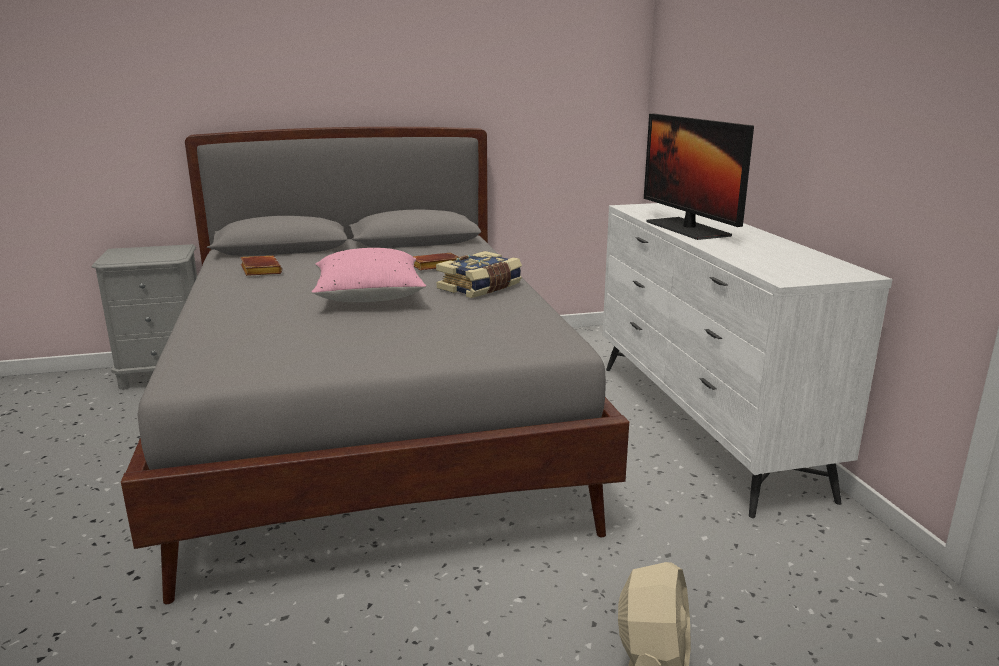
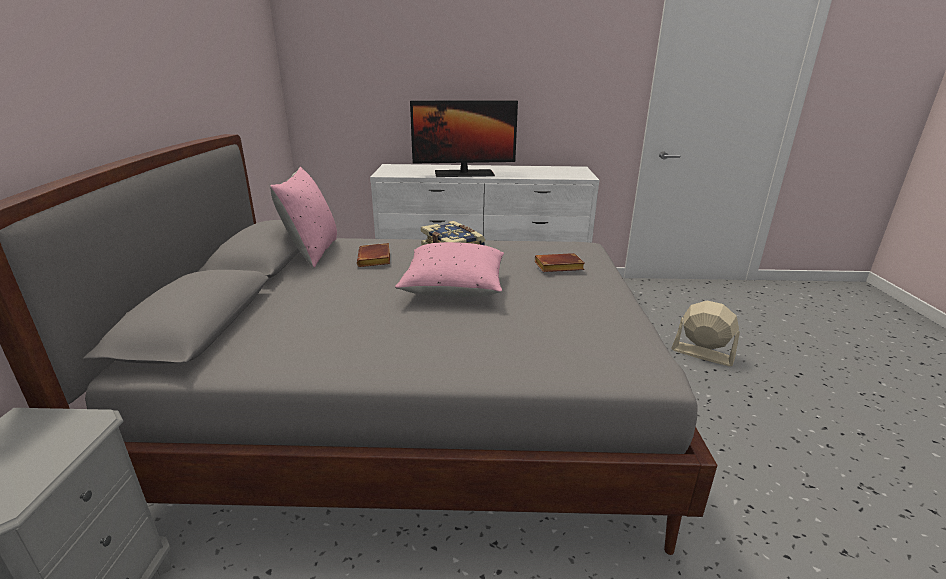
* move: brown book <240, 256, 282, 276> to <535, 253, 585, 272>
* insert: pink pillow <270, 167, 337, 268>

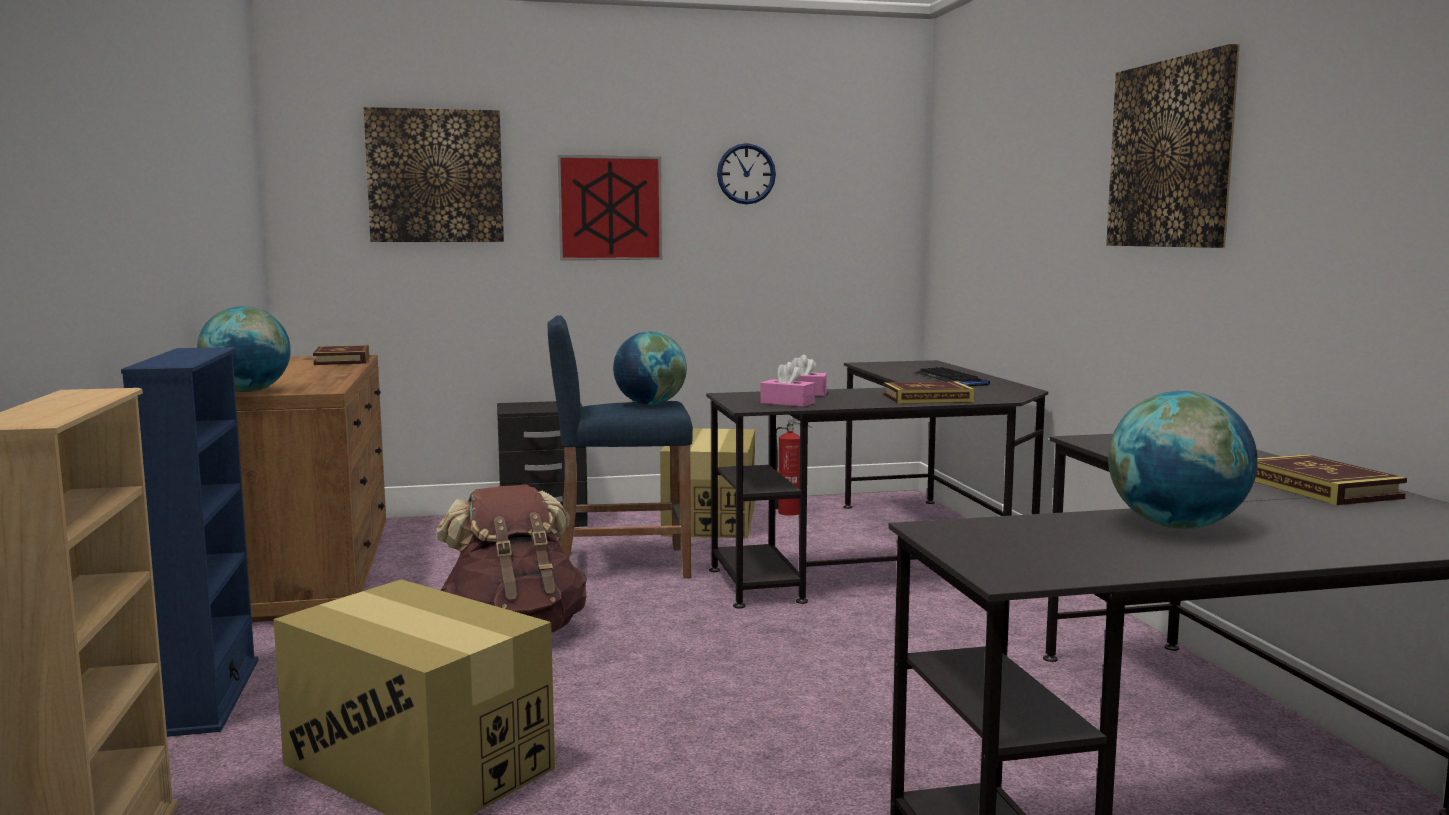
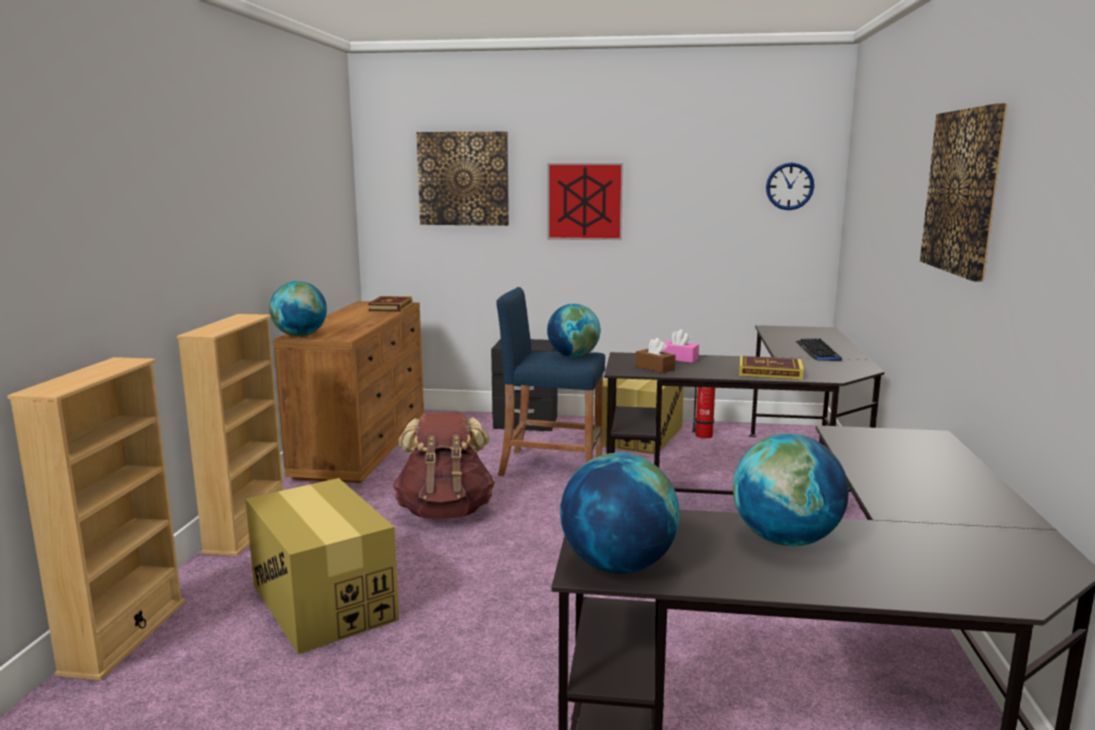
* move: wall clock <717, 143, 776, 205> to <766, 163, 814, 210>
* recolor: blue bookcase <121, 347, 258, 737> to beige bookcase <177, 314, 283, 556>
* recolor: pink tissue box <761, 362, 815, 407> to brown tissue box <635, 338, 676, 373>
* delete: book <1254, 454, 1407, 505>
* insert: globe <560, 453, 680, 574>

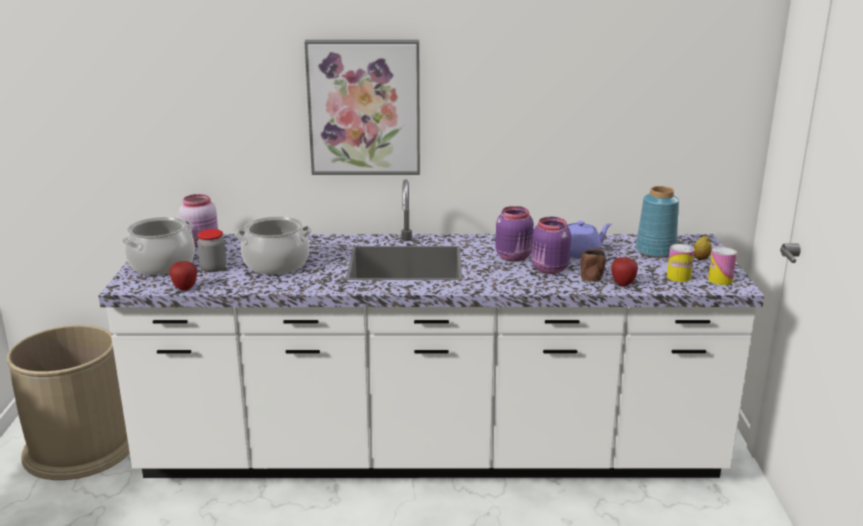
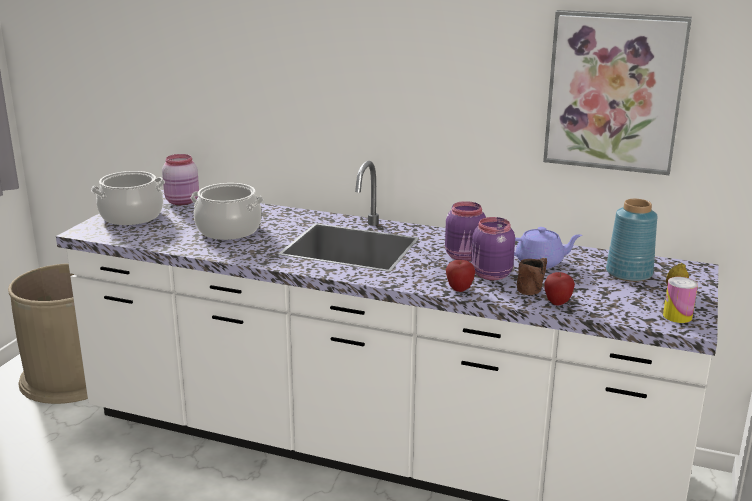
* move: picture <304, 40, 420, 175> to <543, 10, 692, 175>
* delete: jar <197, 229, 226, 272>
* delete: can <667, 244, 695, 282>
* move: apple <169, 261, 197, 291> to <446, 260, 475, 292>

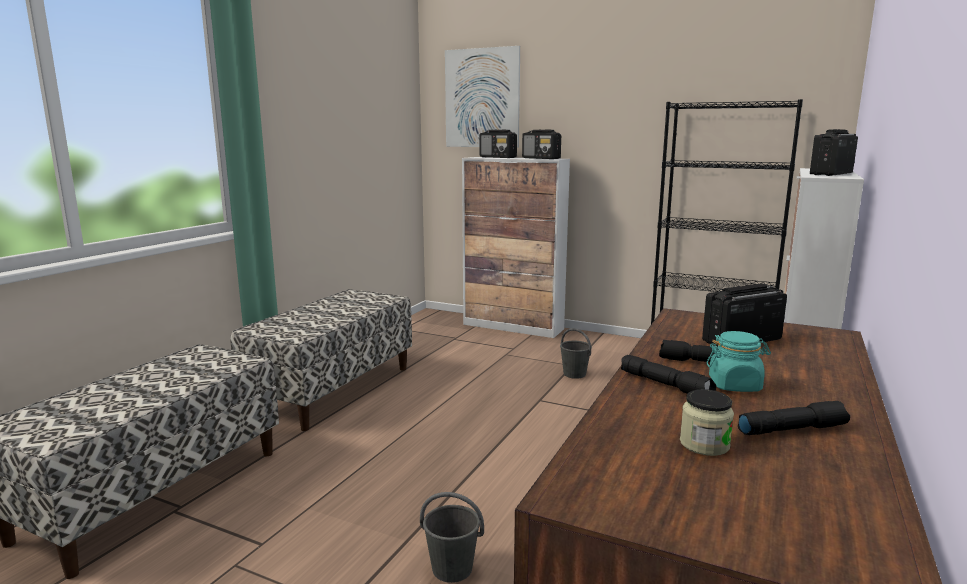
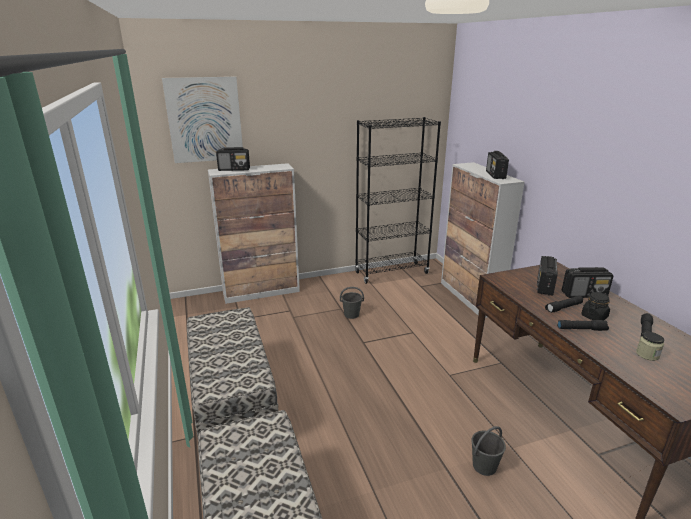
* move: radio <522, 130, 561, 159> to <562, 267, 614, 298>
* recolor: turquoise jar <706, 331, 771, 392> to black jar <581, 292, 610, 320>

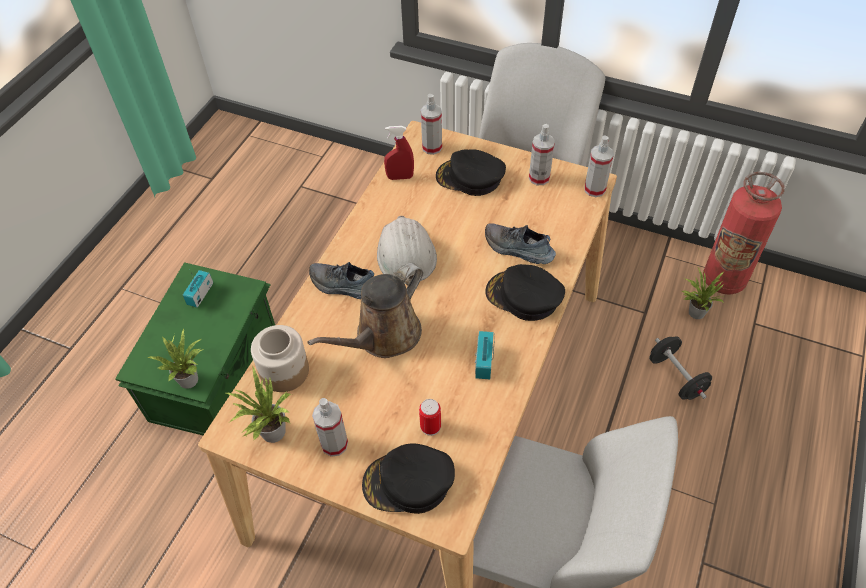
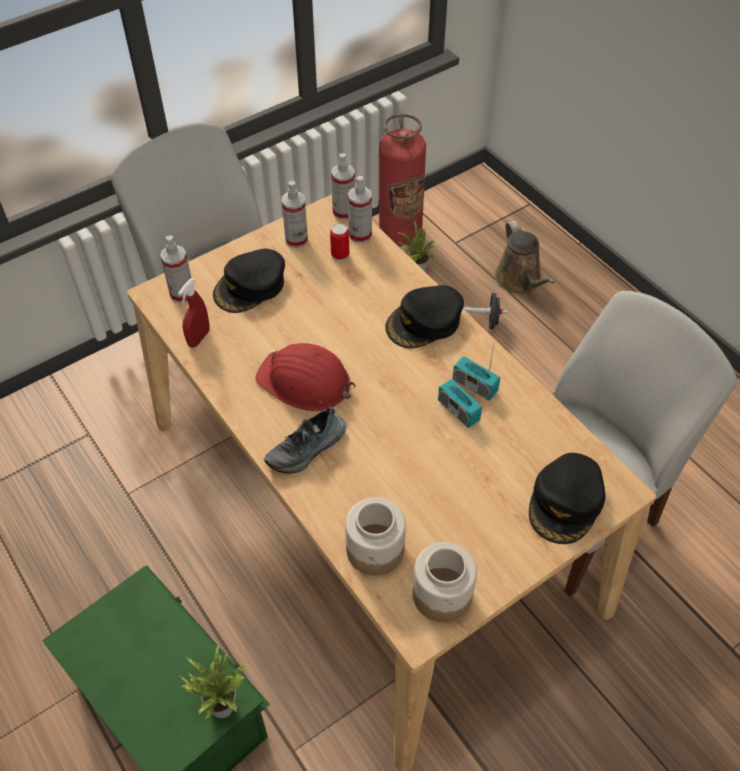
* recolor: white hard hat <377, 216, 437, 286> to red hard hat <255, 343, 356, 411>
* delete: shoe <485, 223, 556, 264>
* move: brown watering can <307, 263, 423, 358> to <495, 221, 555, 294>
* move: radio <183, 270, 213, 308> to <438, 369, 482, 428>
* replace: potted plant <225, 367, 292, 443> to jar <412, 542, 477, 622>
* move: spray bottle <312, 398, 348, 457> to <348, 176, 372, 243>
* move: can <419, 399, 441, 436> to <330, 223, 349, 261>

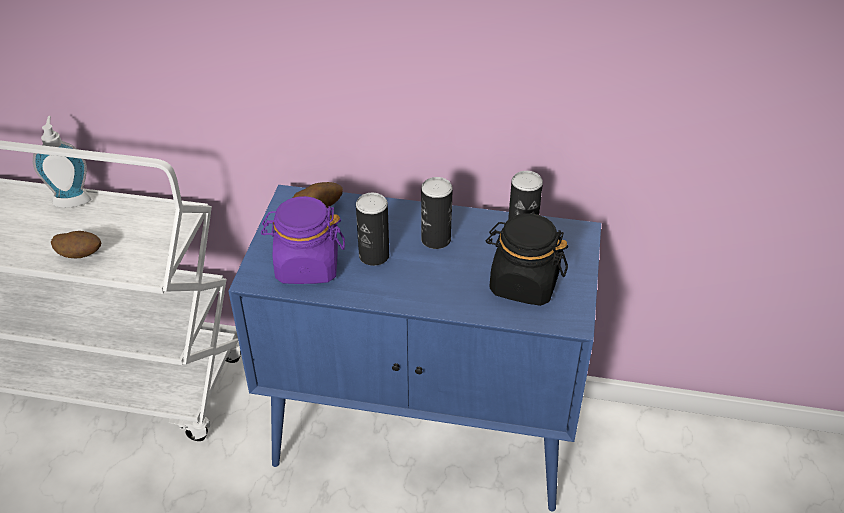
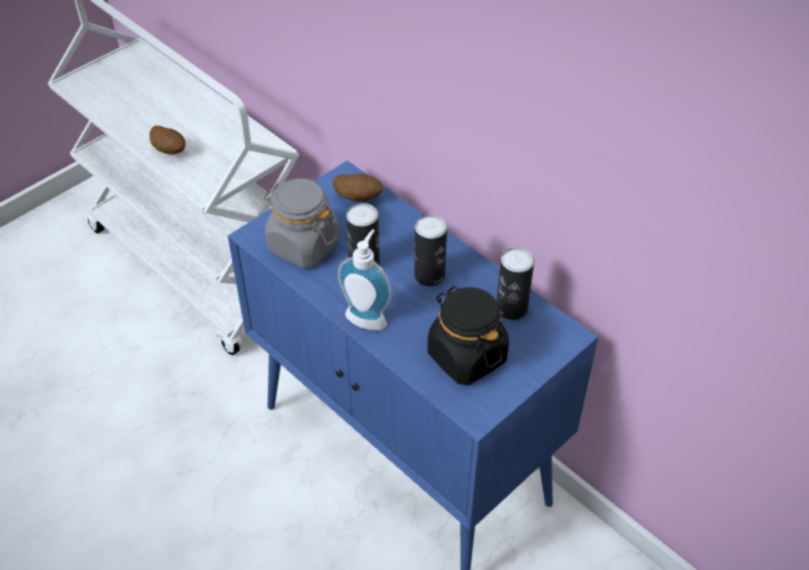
* move: soap dispenser <33, 116, 91, 208> to <338, 229, 392, 330>
* recolor: purple jar <261, 196, 345, 284> to grey jar <264, 179, 340, 268>

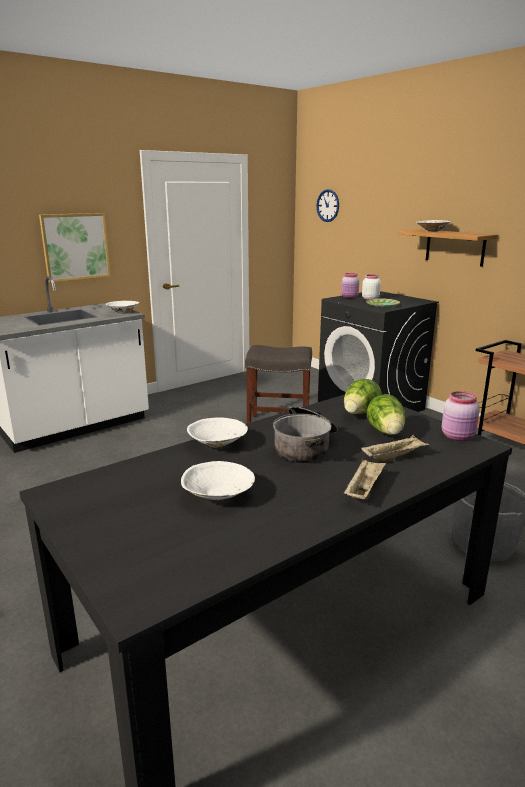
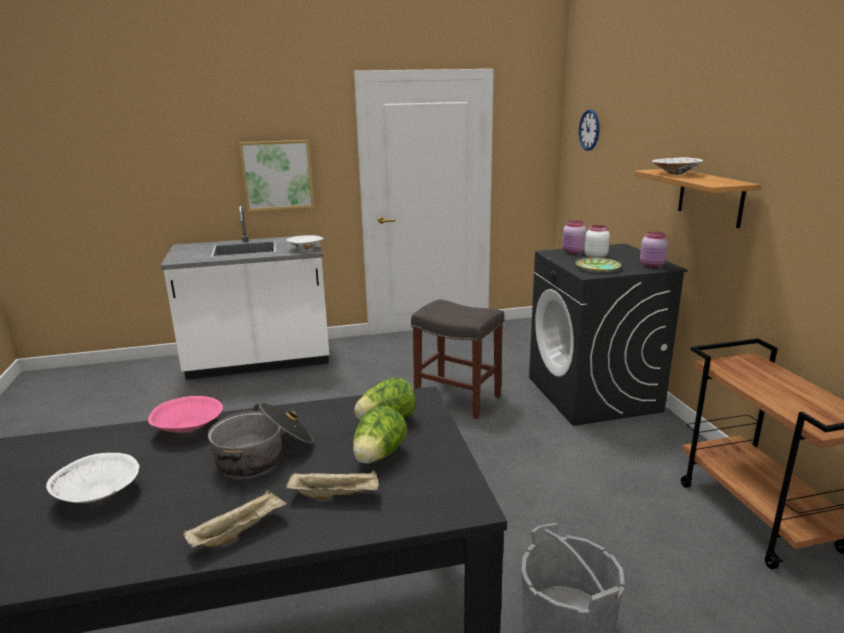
* move: pink jar <442, 391, 480, 441> to <640, 232, 668, 268>
* recolor: white bowl <187, 418, 248, 447> to pink bowl <148, 396, 223, 433>

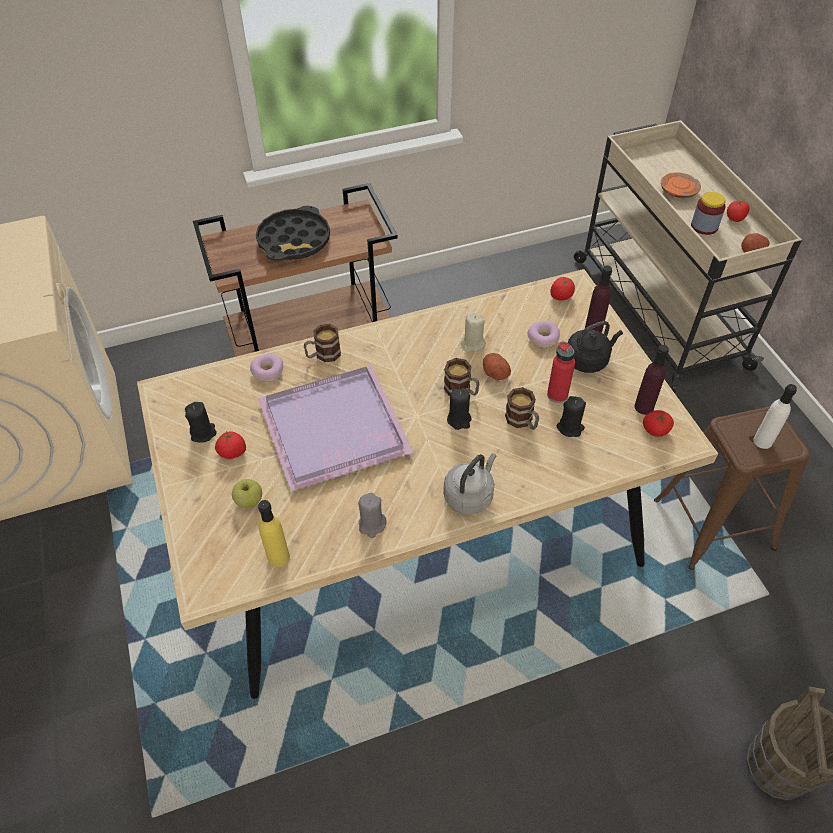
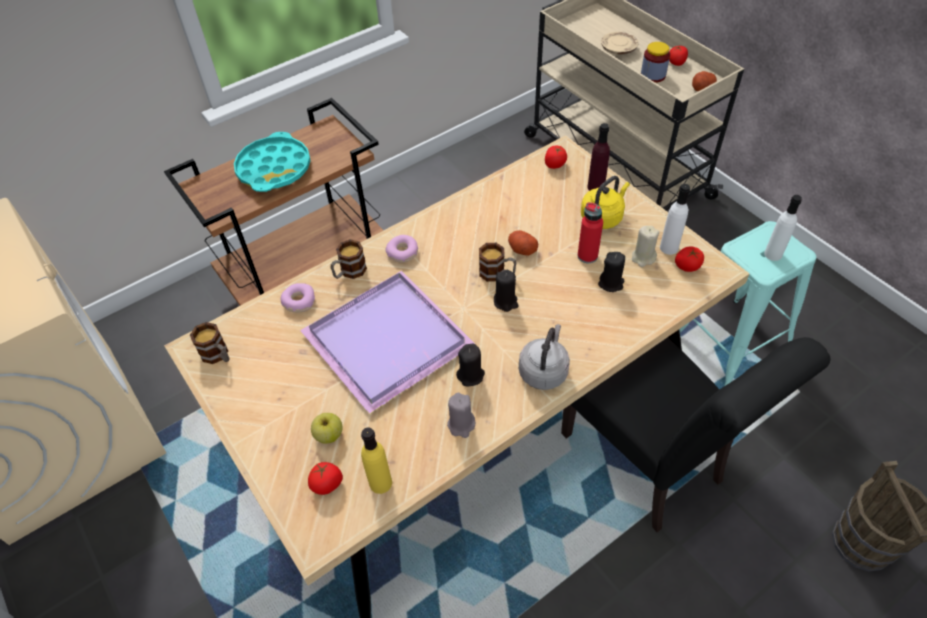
* recolor: orange plate <661, 172, 701, 198> to beige plate <601, 32, 639, 55>
* recolor: black tray <256, 206, 330, 261> to turquoise tray <234, 132, 311, 192>
* move: beige candle <461, 313, 486, 352> to <632, 226, 659, 267>
* move: donut <527, 321, 560, 348> to <386, 235, 418, 263>
* recolor: black kettle <568, 321, 623, 373> to yellow kettle <581, 176, 630, 229>
* recolor: purple bottle <634, 345, 669, 415> to white bottle <660, 184, 690, 255>
* move: mug <505, 387, 539, 430> to <190, 322, 230, 364>
* move: black candle <185, 402, 217, 443> to <456, 343, 485, 386>
* recolor: brown stool <654, 406, 810, 570> to turquoise stool <679, 221, 816, 386>
* move: tomato <215, 431, 246, 459> to <308, 462, 343, 495>
* insert: black chair <561, 337, 830, 532>

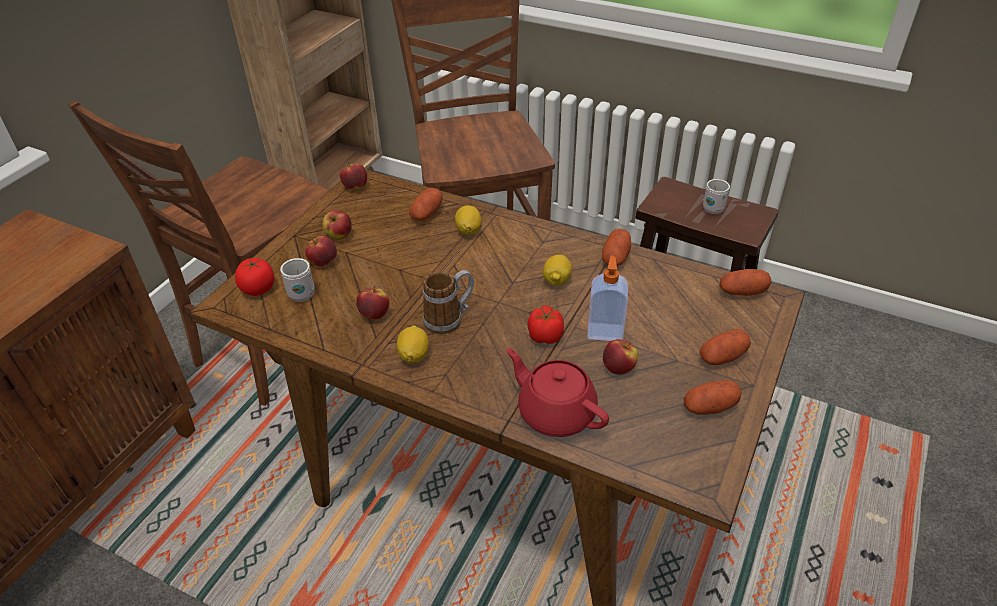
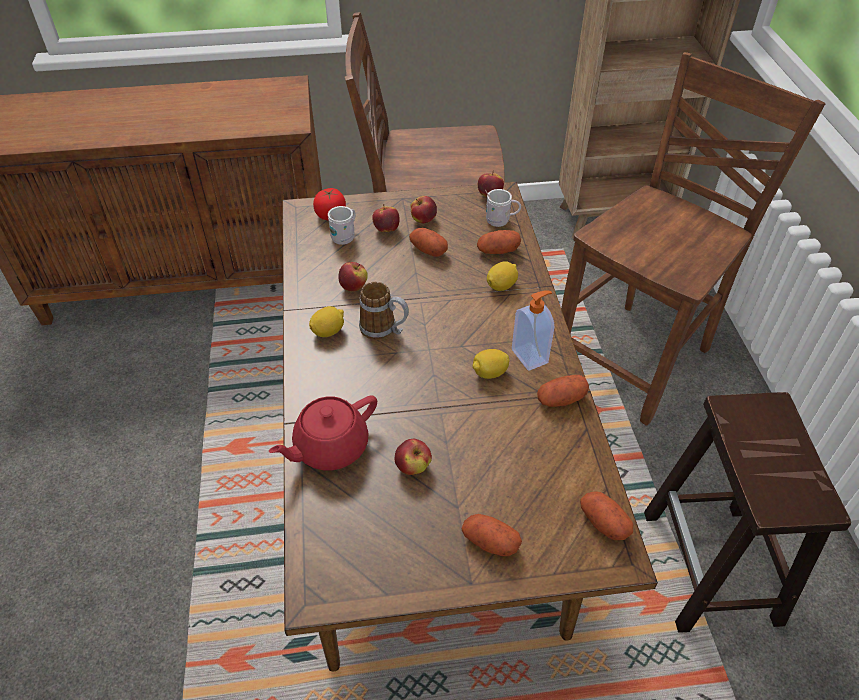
* move: white mug <703, 179, 730, 214> to <485, 189, 521, 227>
* move: soap dispenser <587, 256, 628, 341> to <512, 290, 554, 371>
* delete: tomato <527, 306, 564, 344>
* rotate: red teapot <506, 348, 609, 437> = <269, 395, 377, 470> 135 degrees counterclockwise
* move: potato <683, 380, 742, 415> to <409, 228, 448, 257>

